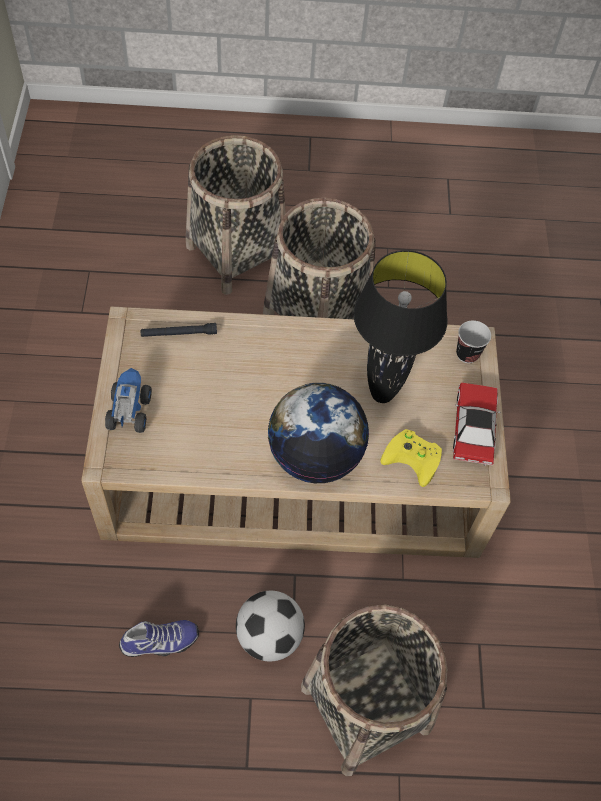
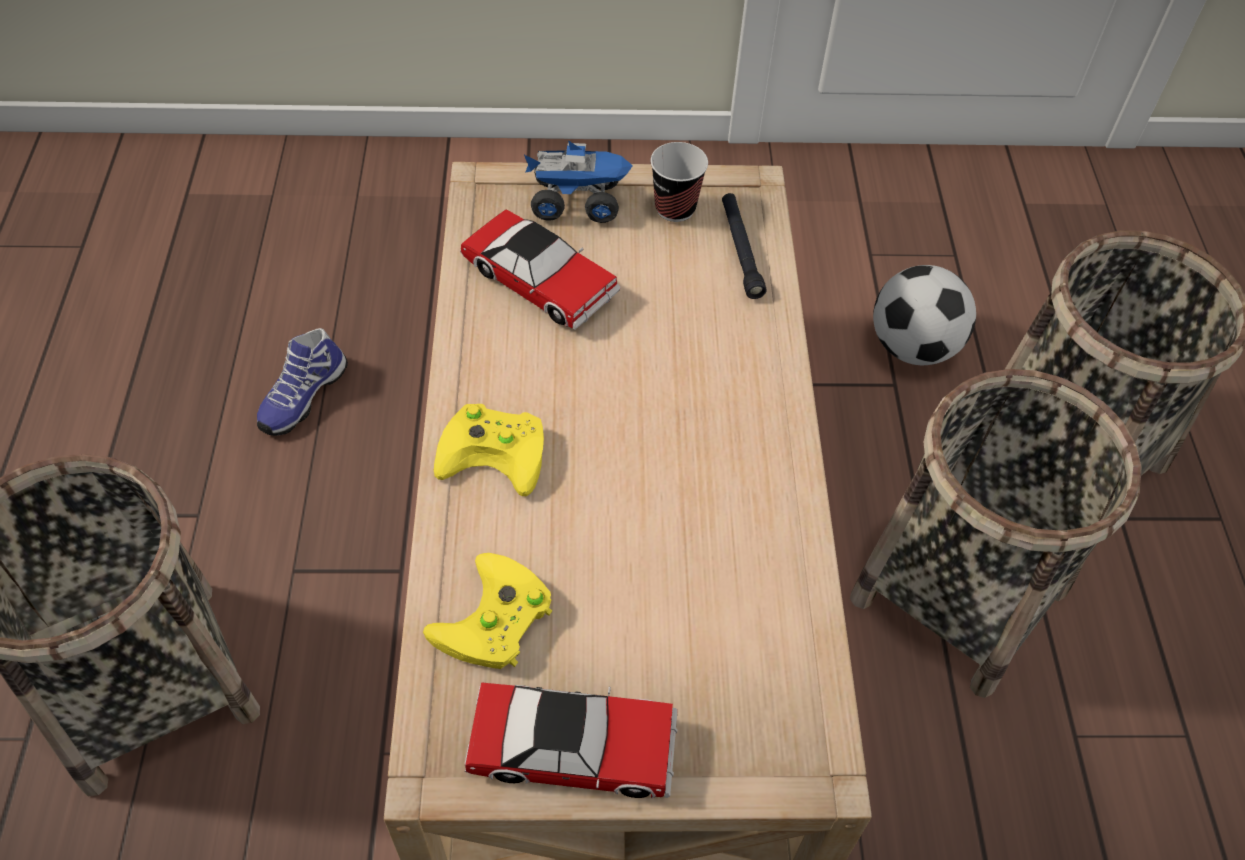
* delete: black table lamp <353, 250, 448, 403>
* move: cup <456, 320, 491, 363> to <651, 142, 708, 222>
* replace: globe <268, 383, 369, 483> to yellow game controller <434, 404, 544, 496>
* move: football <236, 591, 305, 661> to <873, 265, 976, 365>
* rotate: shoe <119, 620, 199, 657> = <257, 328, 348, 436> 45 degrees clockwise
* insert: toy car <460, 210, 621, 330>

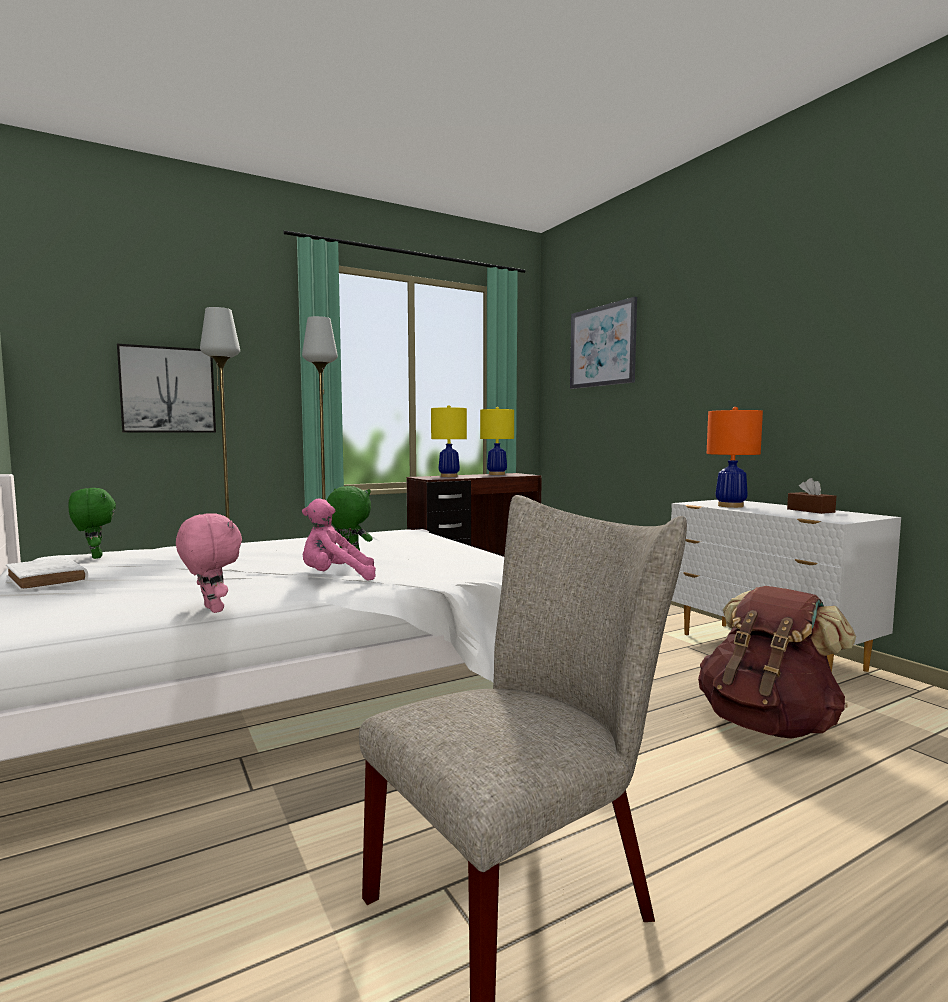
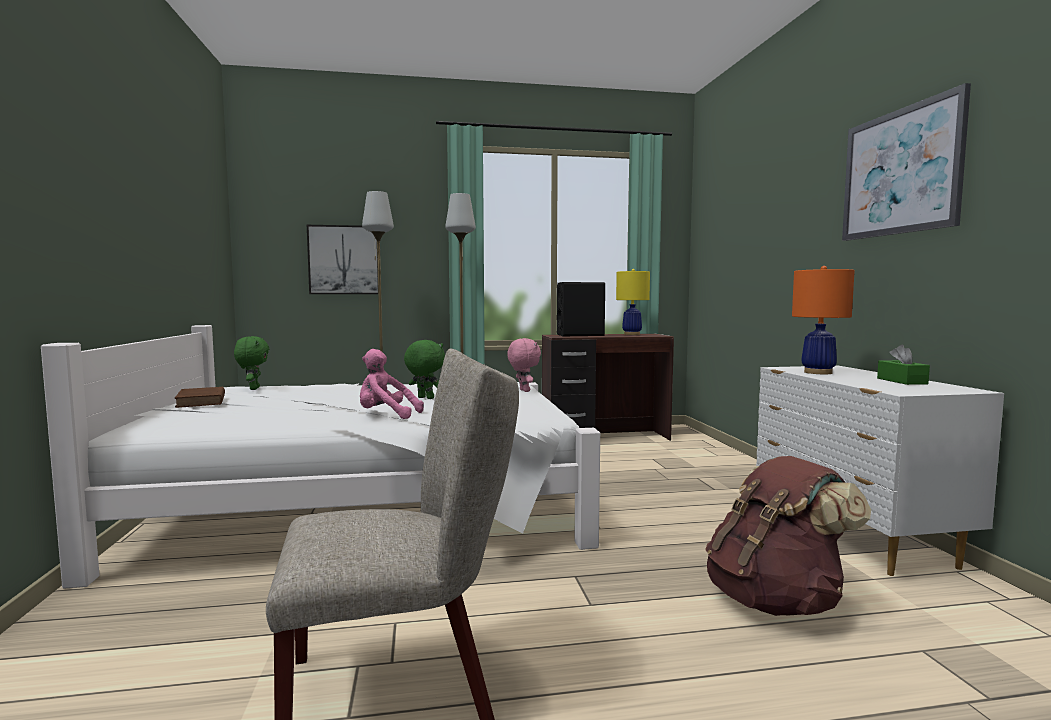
* move: picture <570, 297, 637, 389> to <842, 83, 971, 241>
* replace: yellow table lamp <431, 405, 467, 477> to black speaker <557, 282, 605, 336>
* recolor: brown tissue box <787, 478, 836, 514> to green tissue box <877, 345, 930, 385>
* move: pink plush toy <176, 513, 242, 613> to <507, 338, 541, 392>
* recolor: white book <6, 557, 88, 591> to brown book <175, 387, 225, 408>

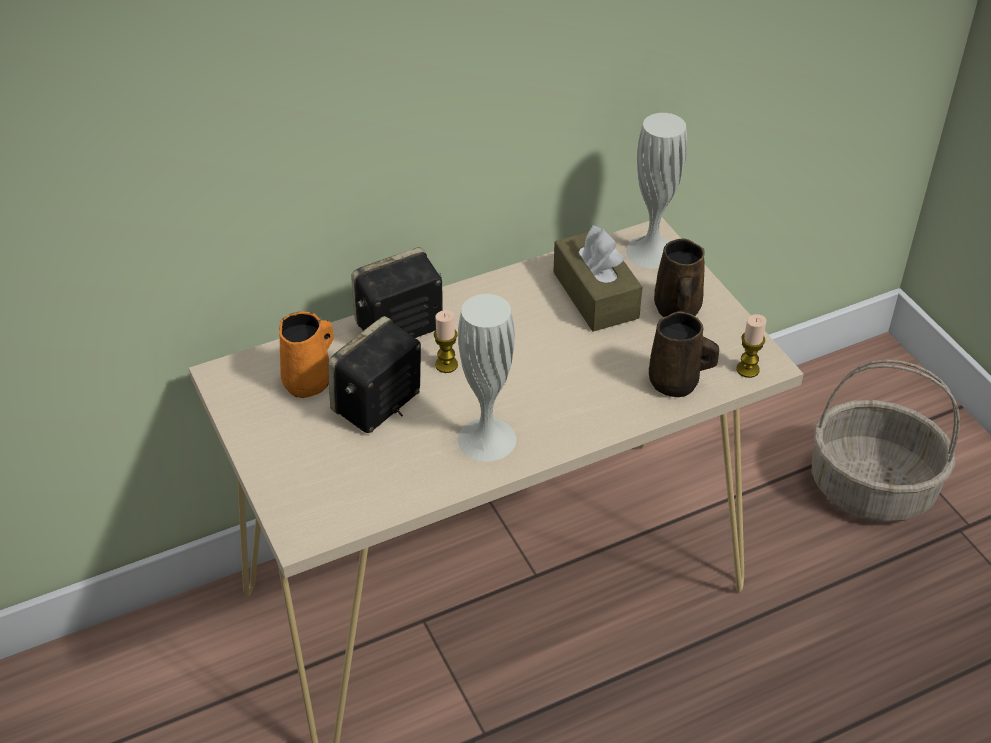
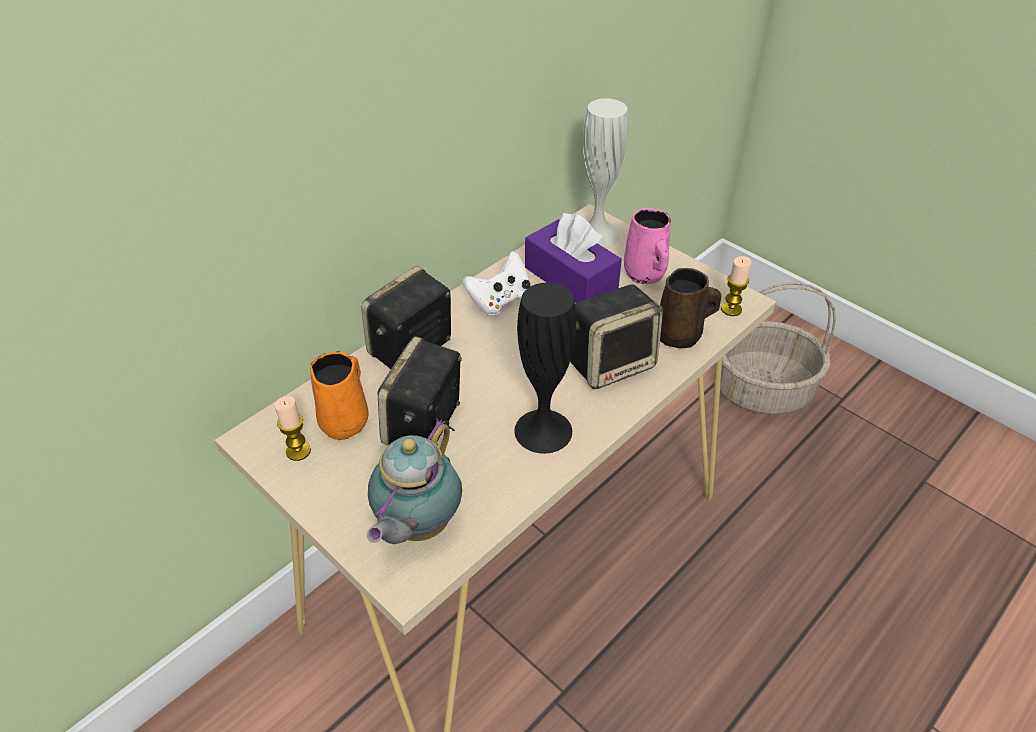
* recolor: brown tissue box <553, 225, 642, 331> to purple tissue box <525, 213, 622, 303>
* recolor: brown mug <654, 239, 705, 317> to pink mug <624, 208, 671, 284>
* recolor: white vase <458, 294, 516, 461> to black vase <514, 283, 576, 454>
* move: candle <434, 310, 458, 373> to <274, 396, 311, 461>
* insert: white game controller <462, 251, 530, 316>
* insert: speaker <570, 285, 663, 389>
* insert: teapot <367, 419, 462, 544>

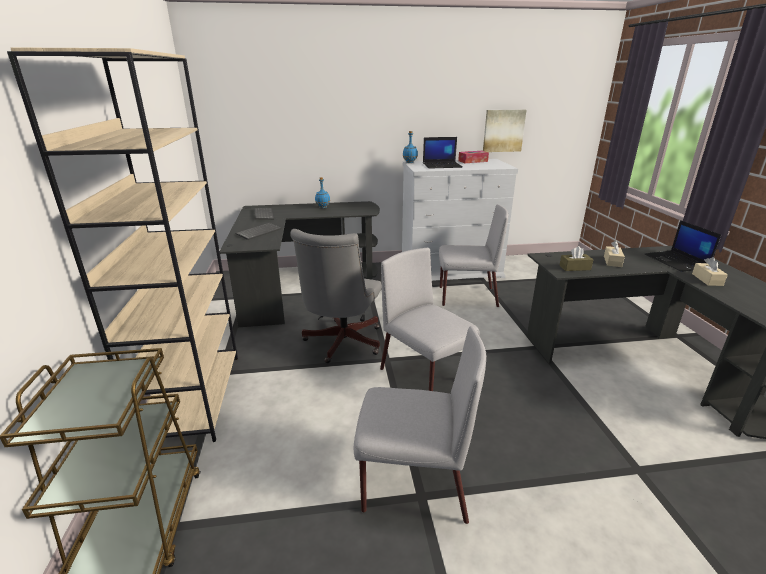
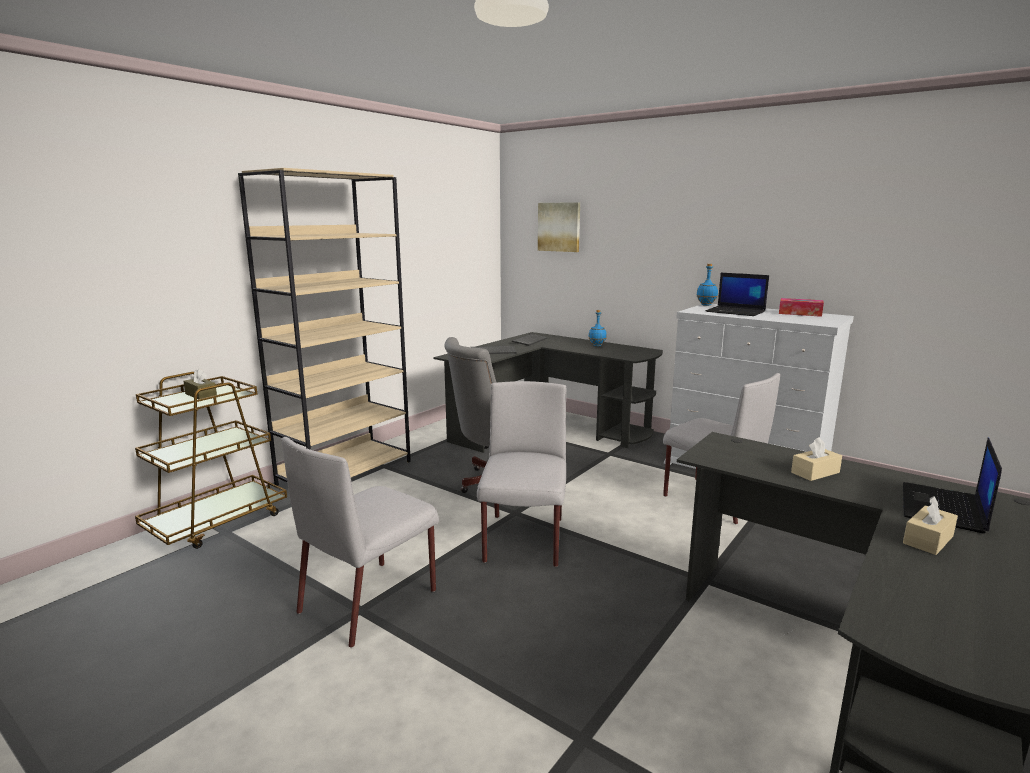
* move: picture <483, 110, 526, 152> to <538, 202, 580, 252>
* move: brown tissue box <559, 246, 593, 271> to <184, 368, 217, 399>
* rotate: grey chair <354, 326, 486, 524> = <281, 437, 439, 648> 75 degrees clockwise

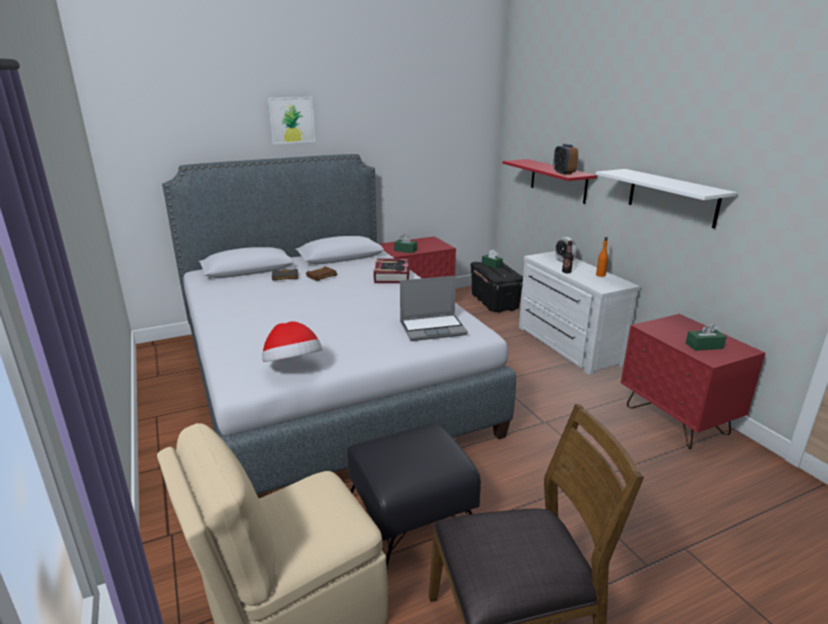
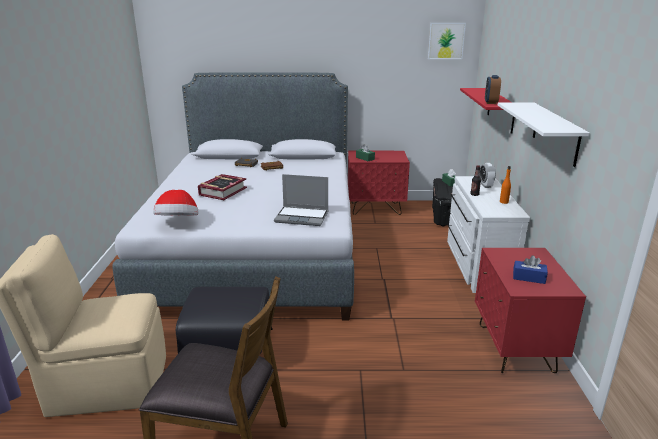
* move: picture <268, 97, 315, 144> to <428, 23, 466, 59>
* move: book <373, 258, 410, 283> to <198, 174, 247, 200>
* recolor: green tissue box <686, 323, 727, 351> to blue tissue box <513, 255, 548, 284>

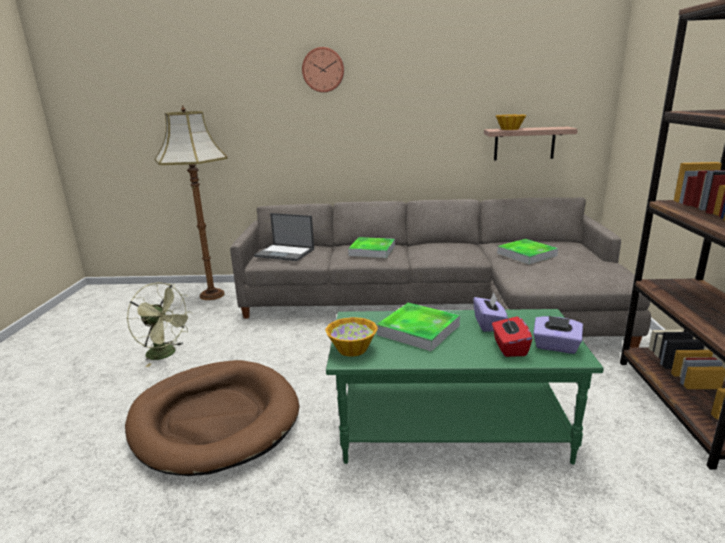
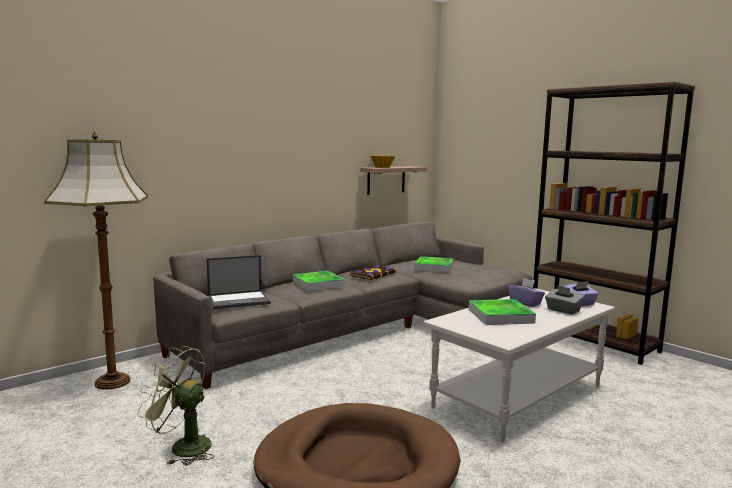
* delete: wall clock <302, 47, 344, 92>
* rotate: green fan <127, 282, 193, 367> = <137, 346, 214, 466> 150 degrees counterclockwise
* recolor: green coffee table <326, 309, 604, 464> to white coffee table <423, 288, 615, 442>
* recolor: red tissue box <492, 312, 532, 357> to grey tissue box <545, 285, 585, 315>
* delete: bowl <325, 317, 378, 357>
* insert: book <350, 265, 397, 280>

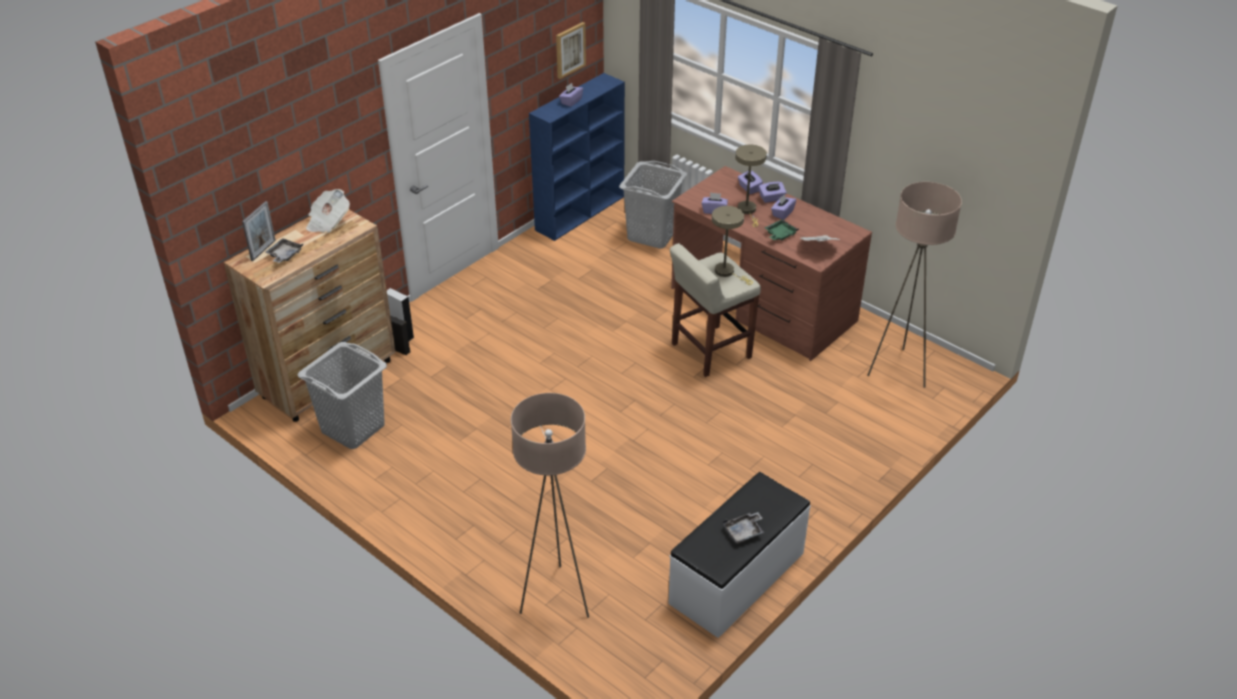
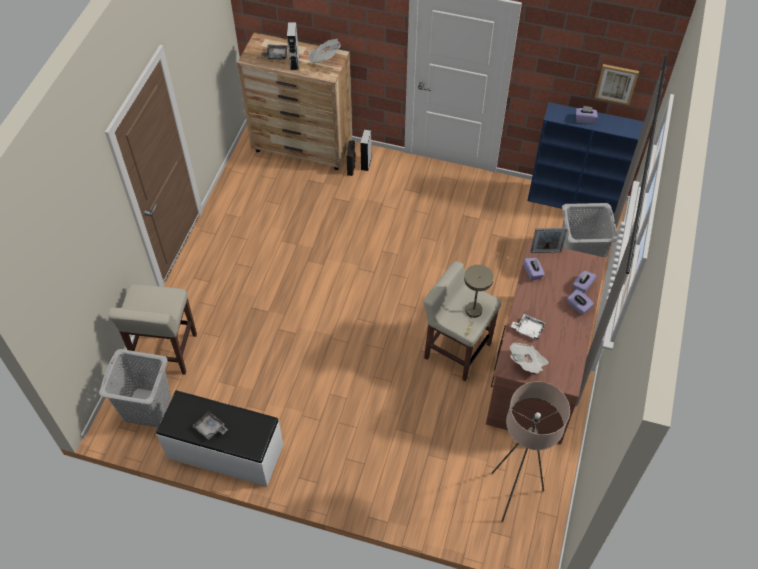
* delete: beige table lamp <735, 145, 767, 227>
* delete: purple tissue box <771, 194, 796, 220>
* move: picture frame <242, 201, 276, 261> to <530, 228, 567, 253>
* recolor: green tray <765, 219, 799, 240> to white tray <511, 314, 546, 340>
* move: grey laundry basket <297, 342, 387, 449> to <99, 349, 171, 427>
* replace: beige floor lamp <511, 393, 589, 618> to beige stool <108, 284, 197, 375>
* insert: grey speaker <287, 22, 299, 70>

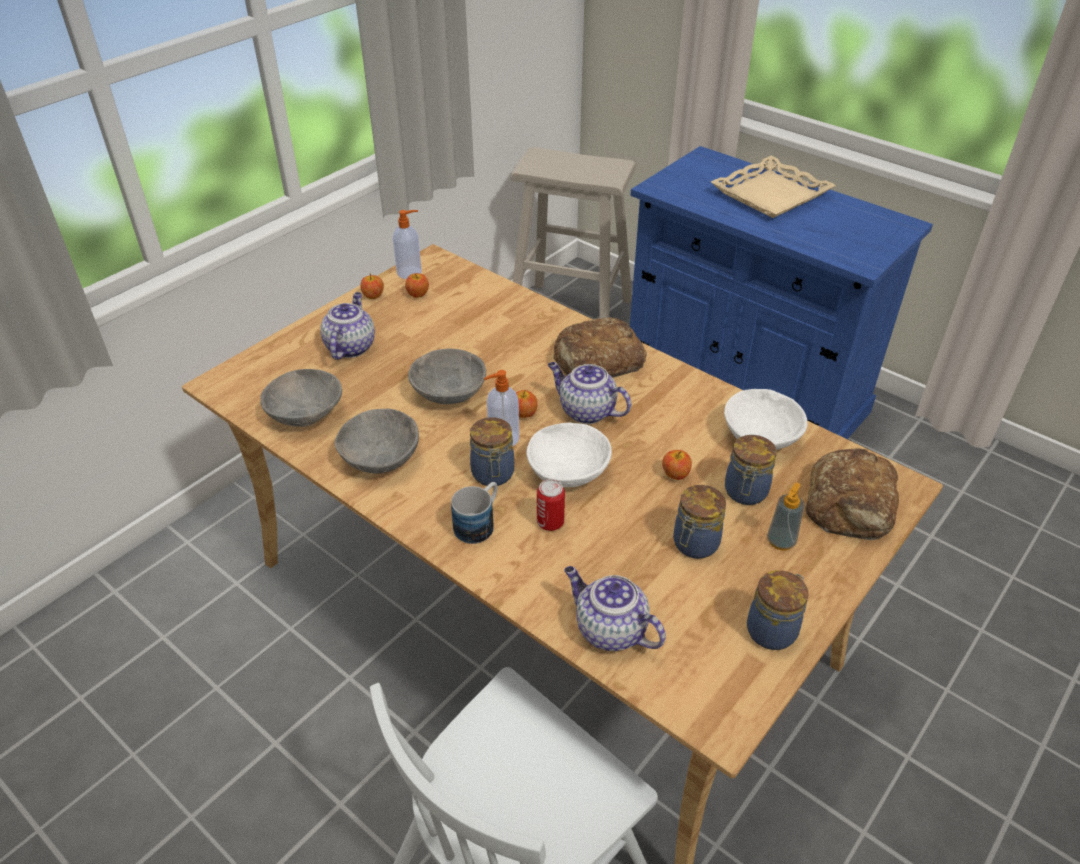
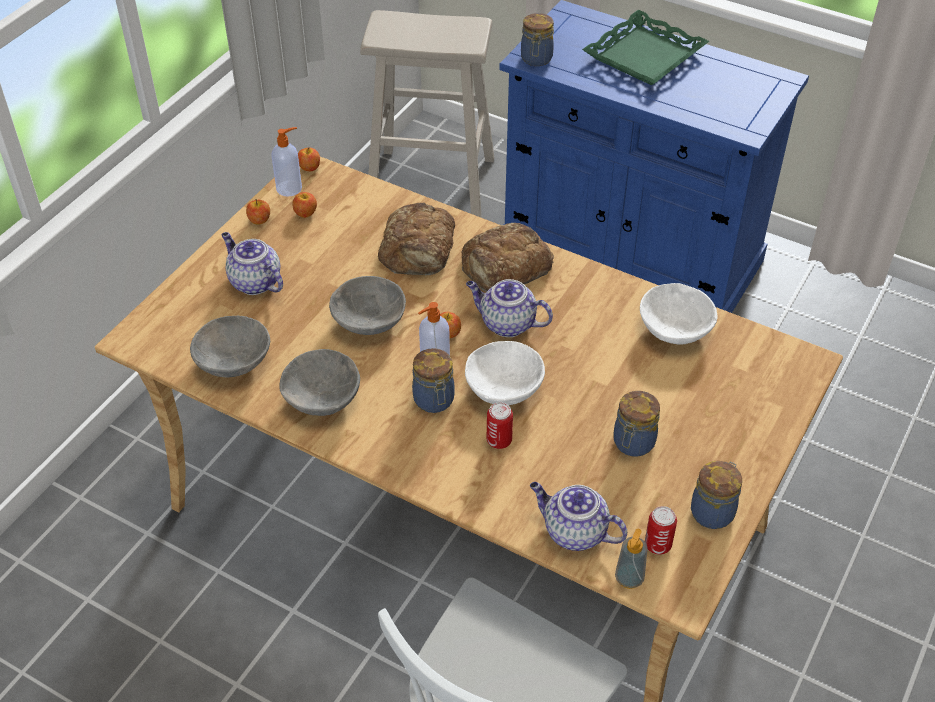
* recolor: beige tray <711, 156, 836, 218> to green tray <582, 10, 709, 85>
* rotate: teapot <320, 292, 375, 360> = <221, 232, 283, 295> 45 degrees counterclockwise
* move: jar <725, 435, 777, 505> to <521, 13, 554, 66>
* move: bread <806, 448, 899, 540> to <378, 203, 455, 276>
* move: apple <662, 450, 692, 480> to <298, 147, 320, 172>
* delete: mug <451, 482, 497, 544>
* move: soap dispenser <767, 483, 805, 550> to <615, 529, 648, 589>
* insert: can <645, 506, 677, 555>

